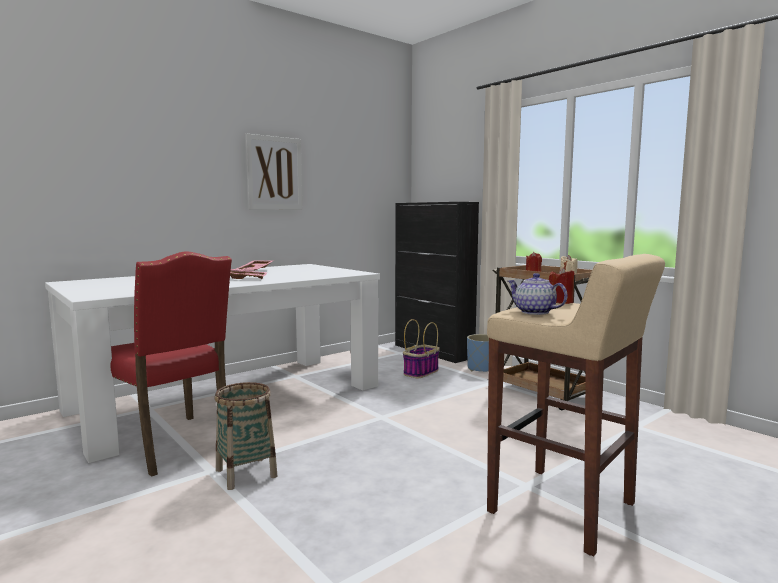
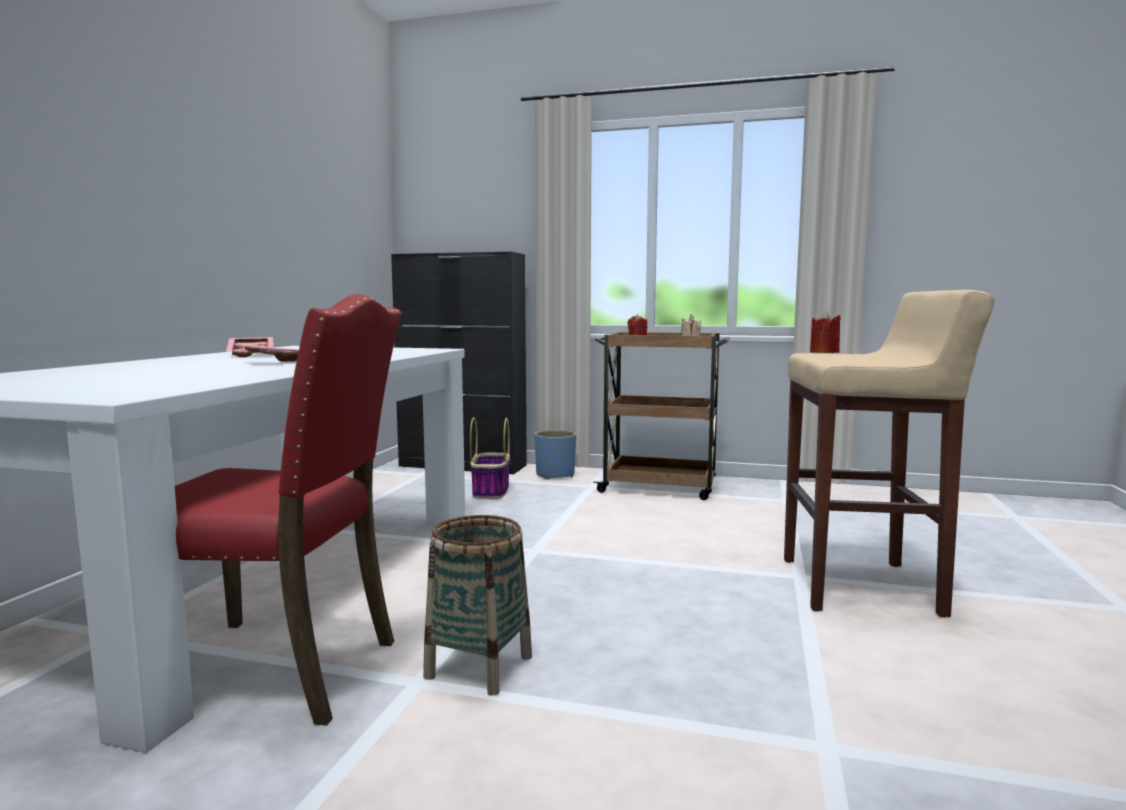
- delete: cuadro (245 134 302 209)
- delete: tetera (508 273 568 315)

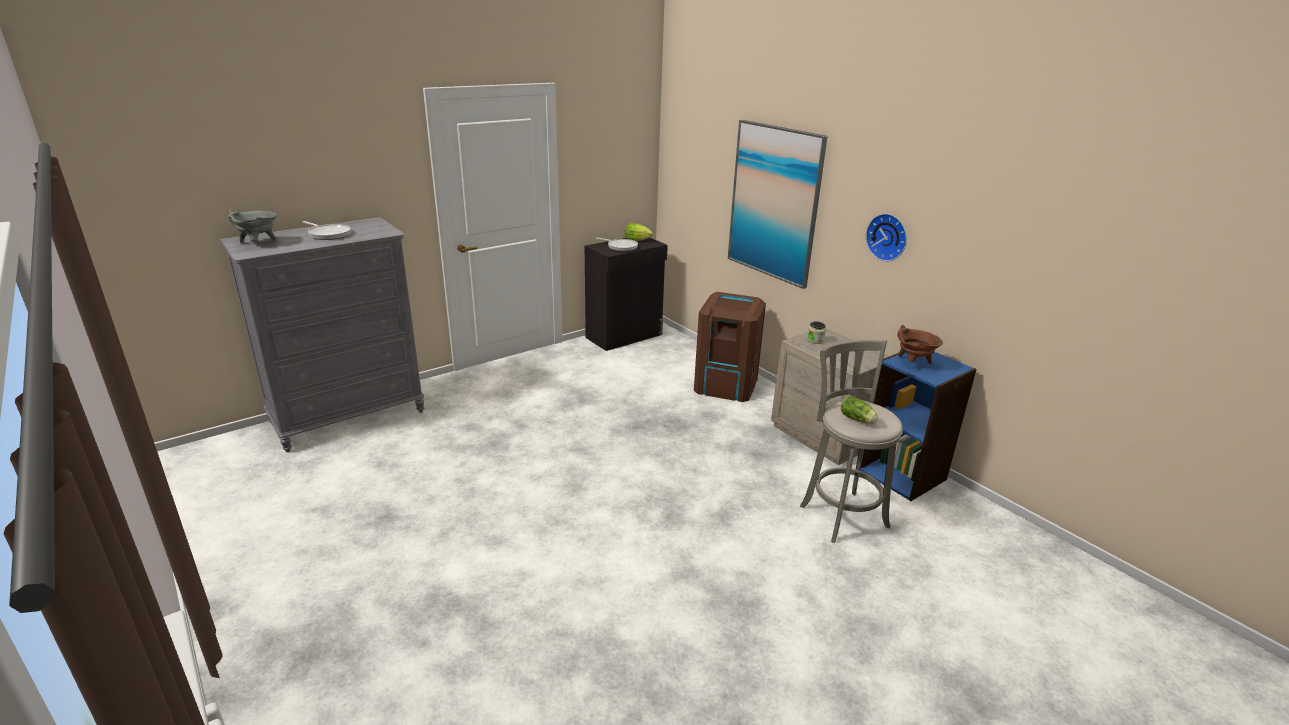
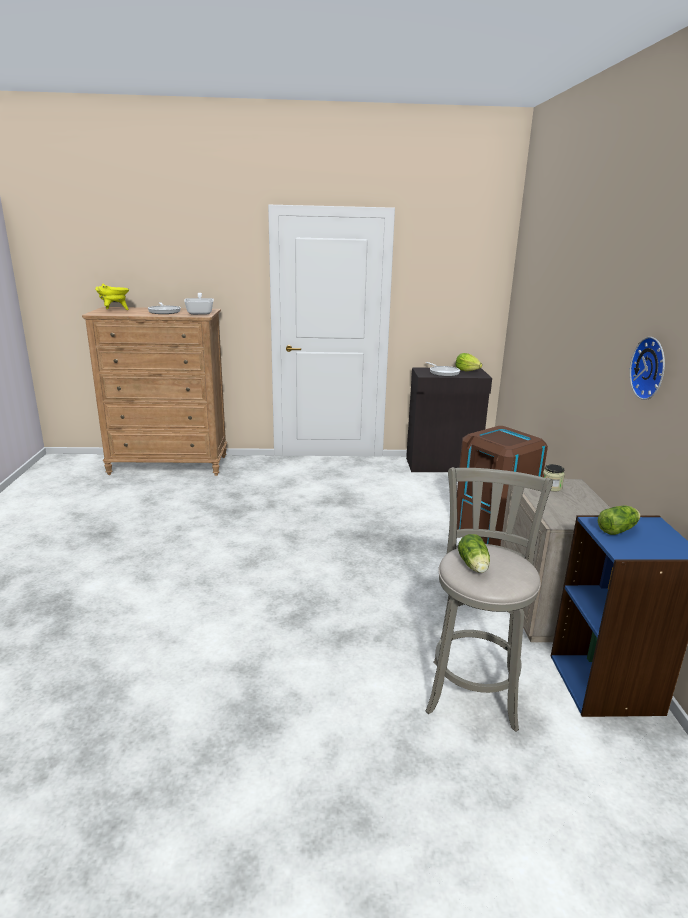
- recolor: cómoda [gris] (220 217 424 452) to cómoda [marrón] (82 307 227 476)
- recolor: olla [gris] (228 210 277 243) to olla [amarillo] (95 283 130 310)
- delete: cuadro (728 120 828 289)
- replace: olla [marrón] (897 325 943 364) to lechuga (598 505 640 535)
- insert: sartén (184 293 214 315)

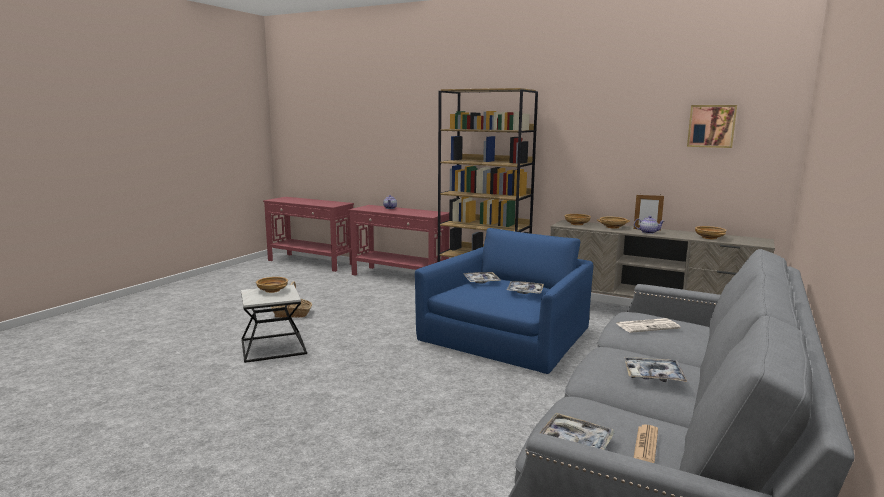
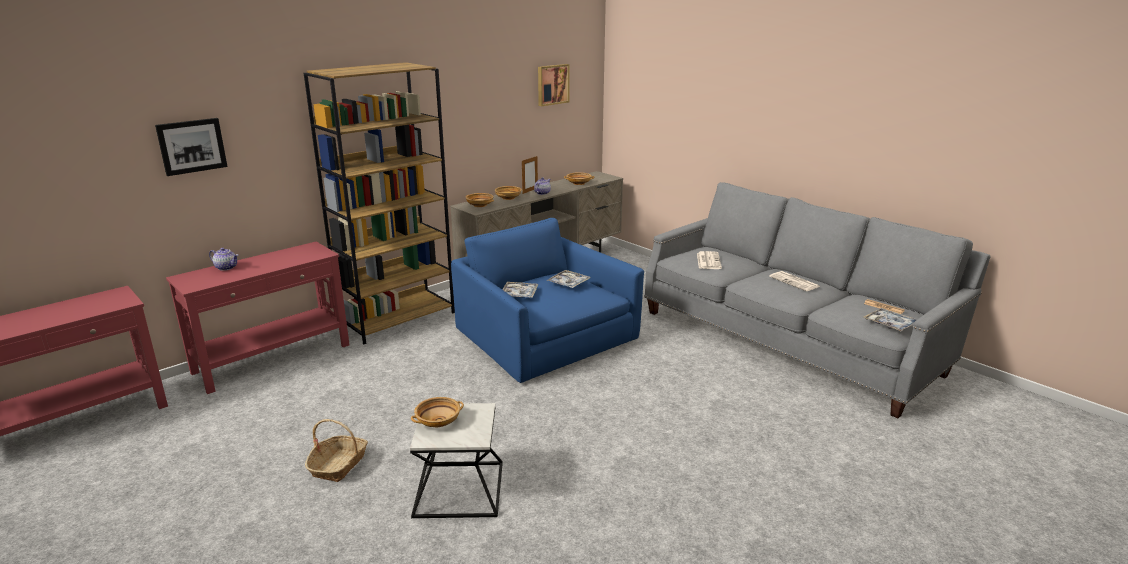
- replace: bandeja (624 357 687 382) to periódico (769 271 820 291)
- insert: cuadro (155 118 228 176)

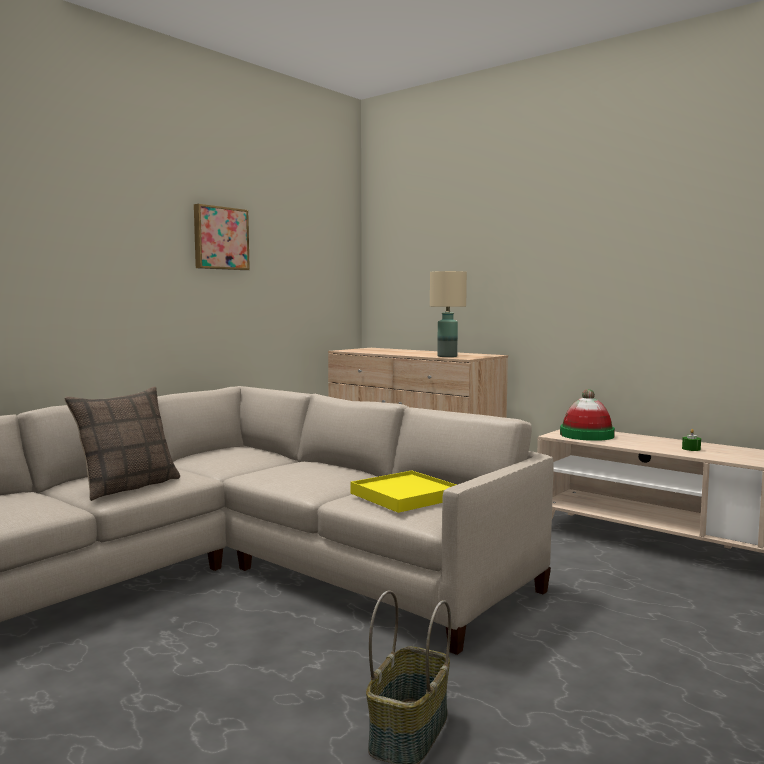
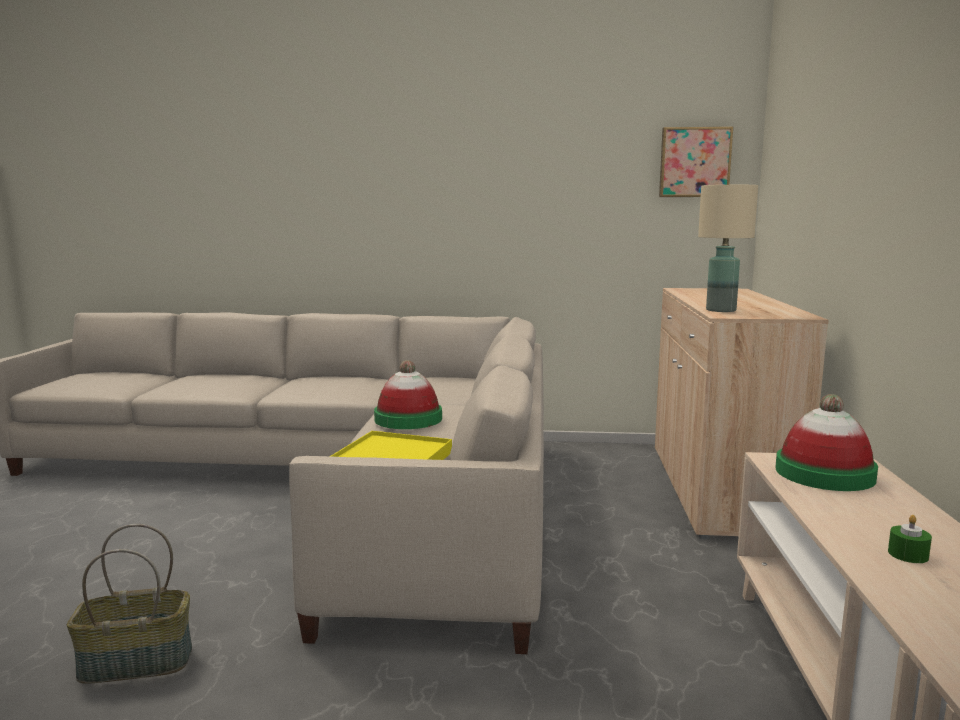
- delete: cojín (64 386 180 501)
- move: cuadro (194 204 250 270) to (659 127 733 197)
- insert: sombrero (374 360 442 429)

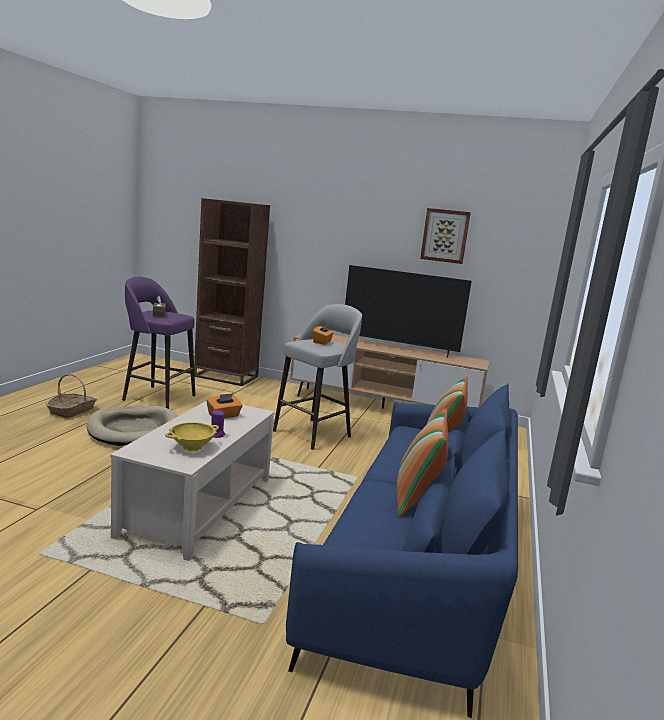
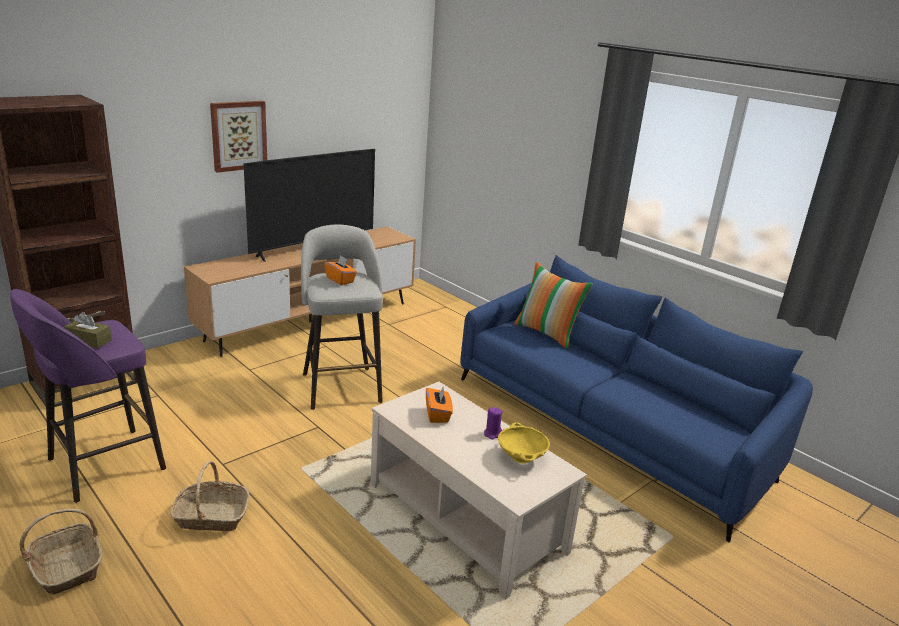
- replace: cama para perro [beis] (86 406 178 446) to cesta (170 461 250 531)
- delete: cojín (397 408 448 518)
- move: cuadro (420 208 471 264) to (210 101 267 173)

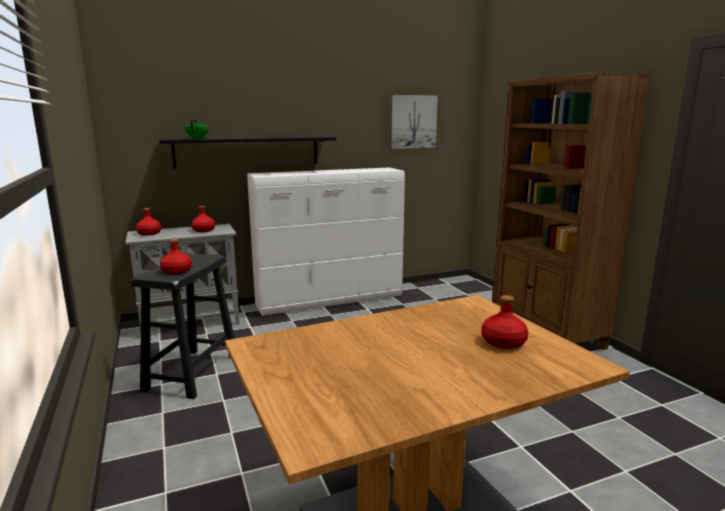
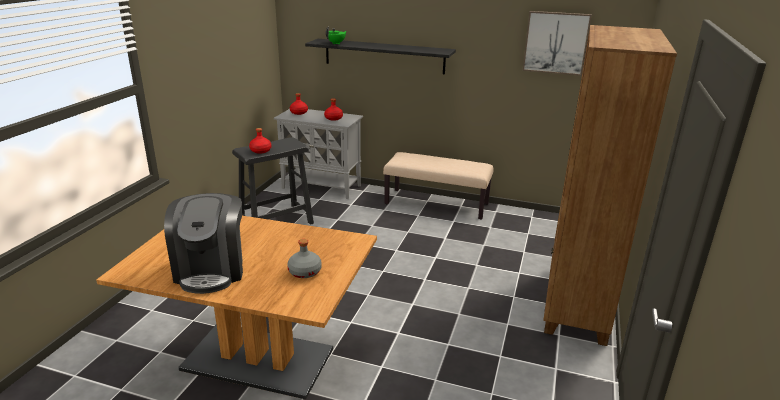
- replace: cómoda [blanco] (247 168 405 316) to banco [beis] (383 152 494 219)
- recolor: botella [rojo] (482 295 529 349) to botella [gris] (287 239 322 278)
- insert: cafetera (164 193 243 294)

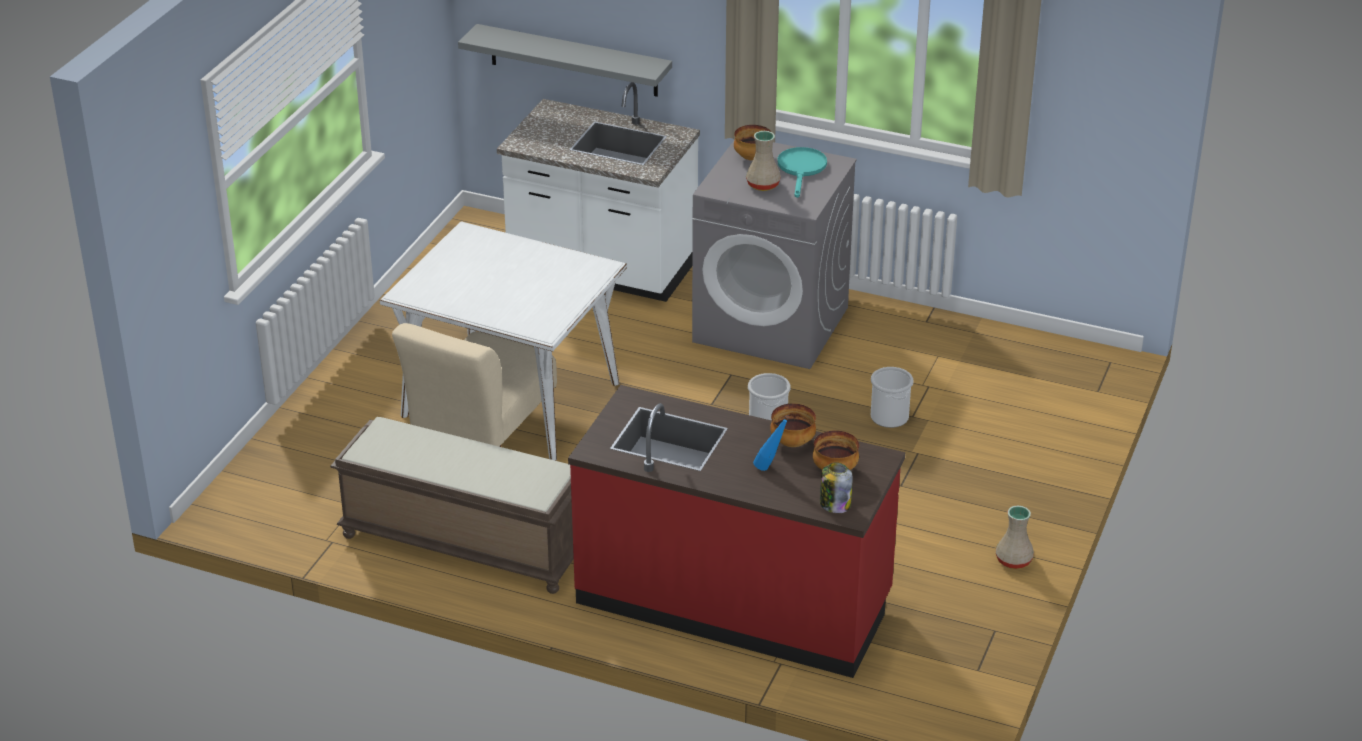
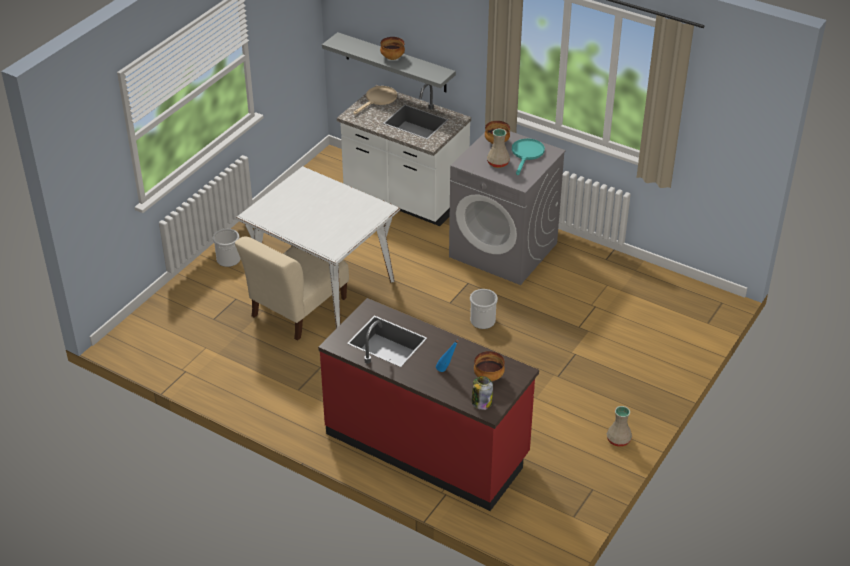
- delete: banco [marrón] (330 417 574 594)
- move: cuenco (770 403 816 447) to (380 37 405 60)
- move: cubo (871 367 913 428) to (213 229 241 267)
- insert: sartén [beis] (353 86 397 114)

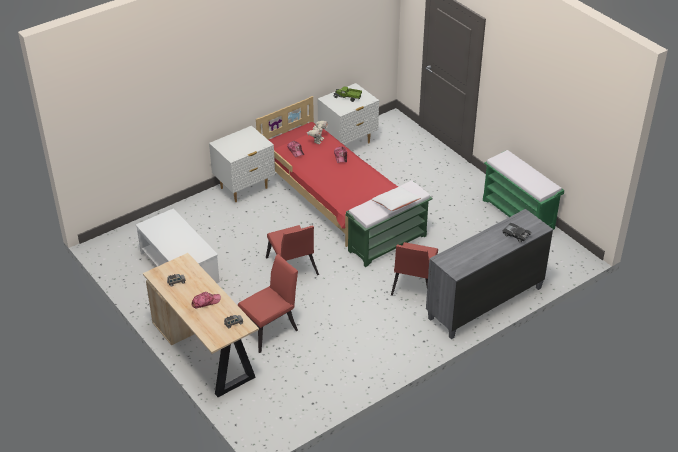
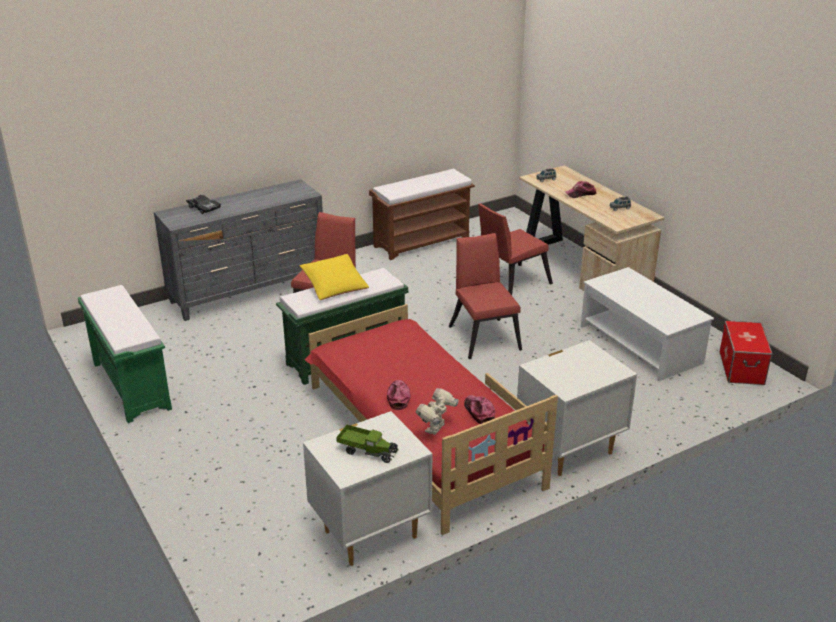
- recolor: cojín [blanco] (371 187 421 211) to cojín [amarillo] (299 254 369 300)
- insert: banco [marrón] (369 169 475 260)
- insert: caja de almacenaje (720 321 773 385)

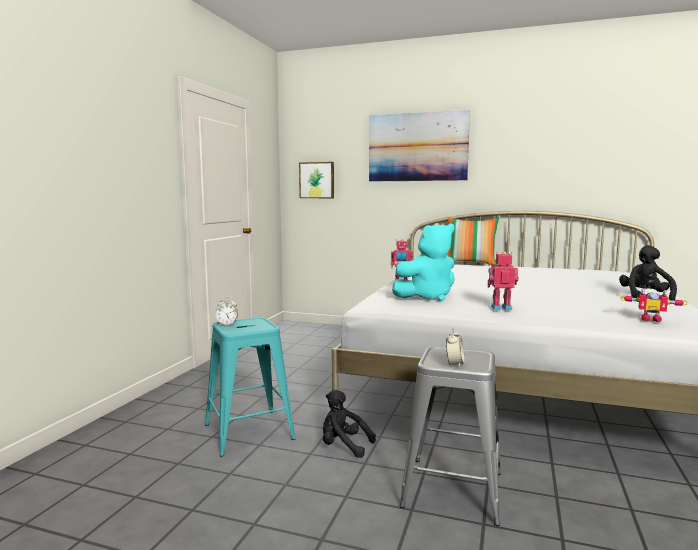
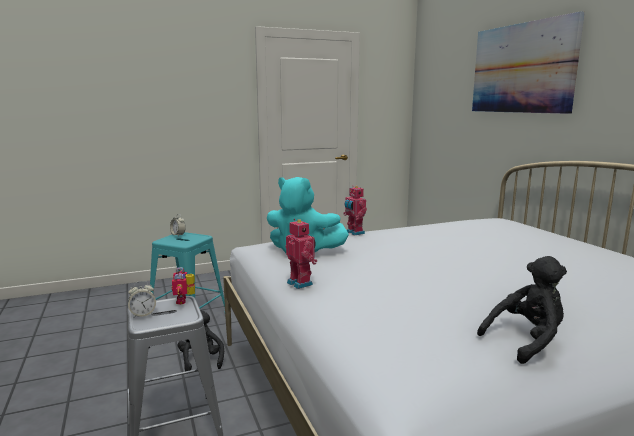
- delete: cuadro (299 162 334 198)
- delete: cojín (447 217 499 265)
- move: robot de juguete (620 288 688 322) to (172 267 195 304)

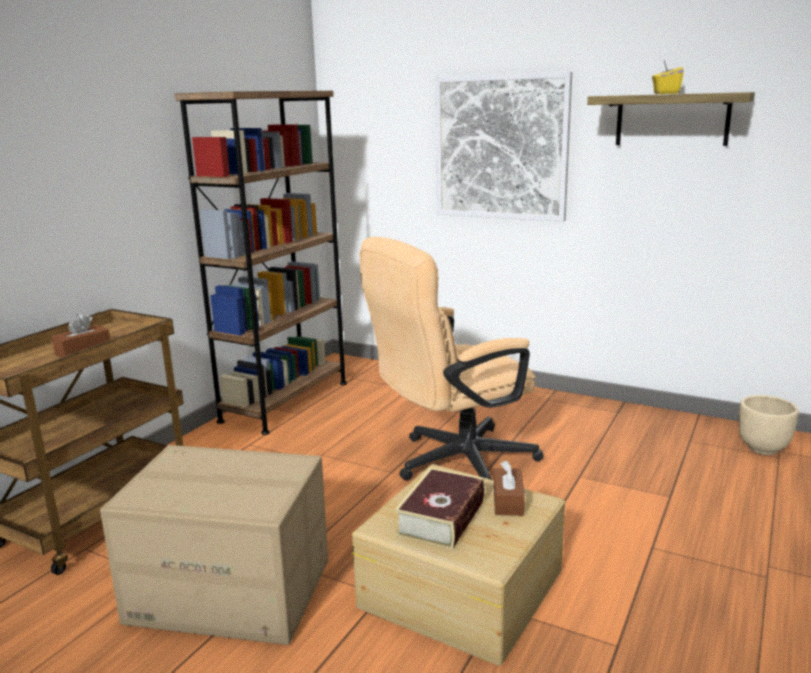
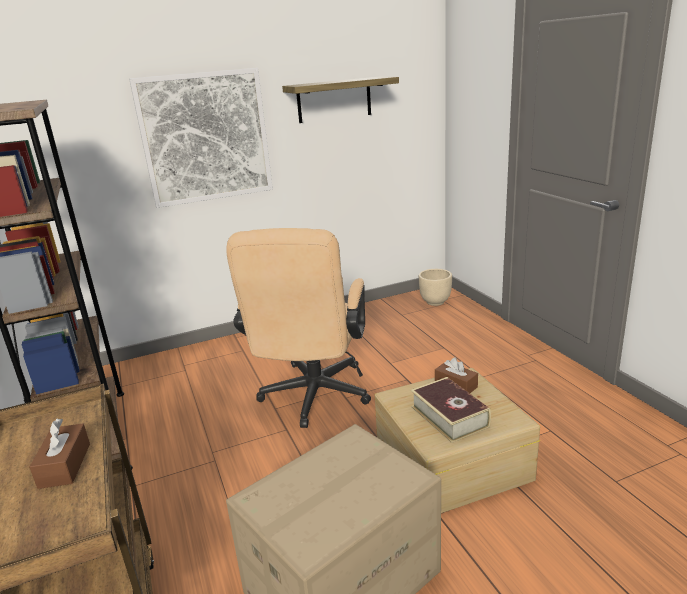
- delete: caja de pañuelos [amarillo] (652 60 684 94)

